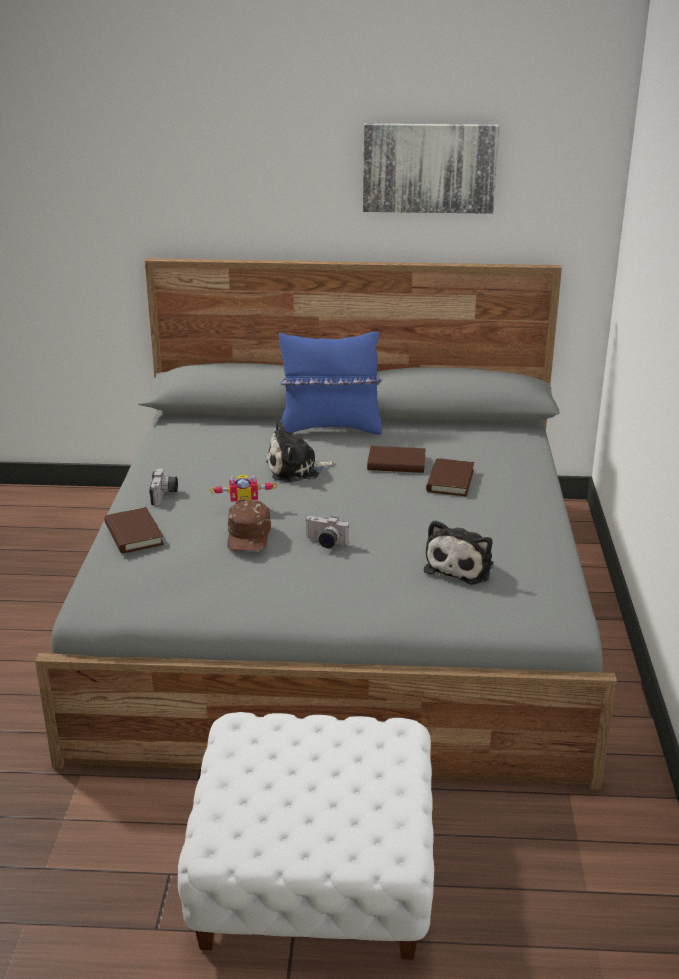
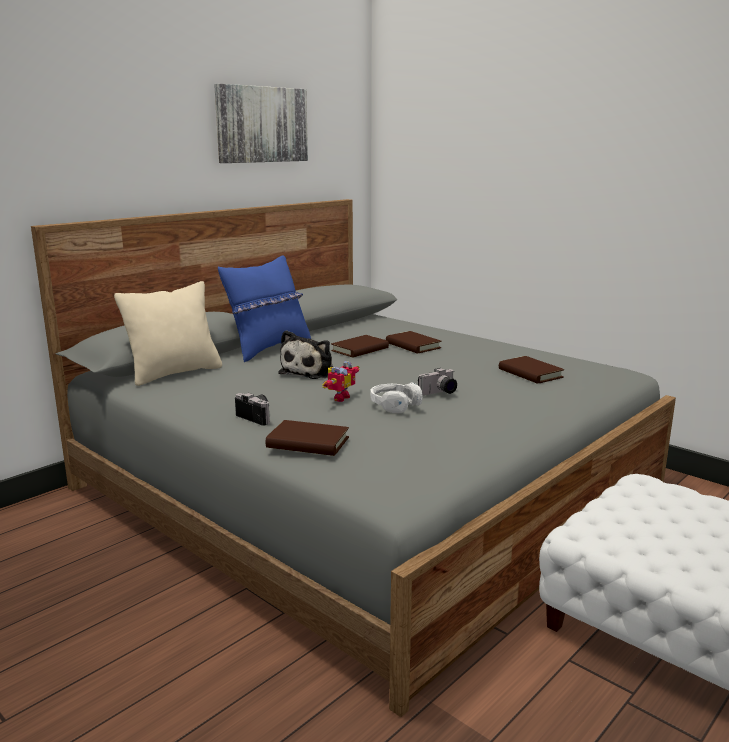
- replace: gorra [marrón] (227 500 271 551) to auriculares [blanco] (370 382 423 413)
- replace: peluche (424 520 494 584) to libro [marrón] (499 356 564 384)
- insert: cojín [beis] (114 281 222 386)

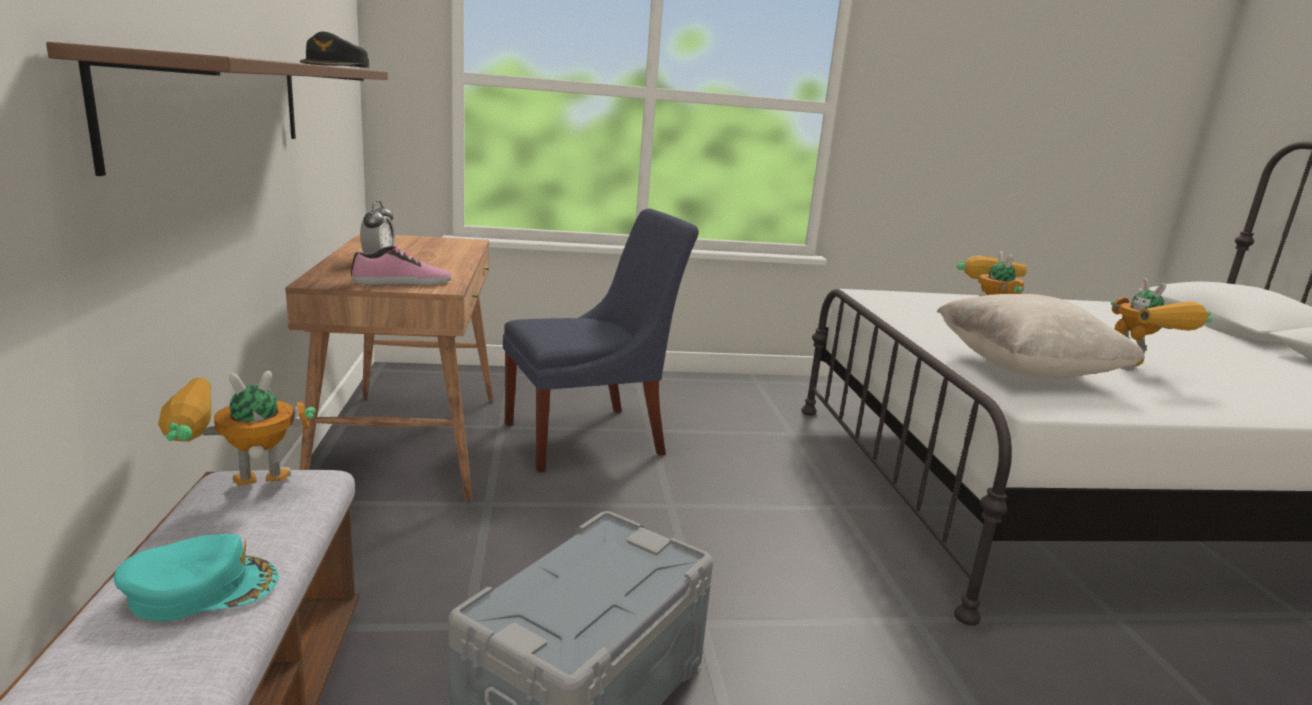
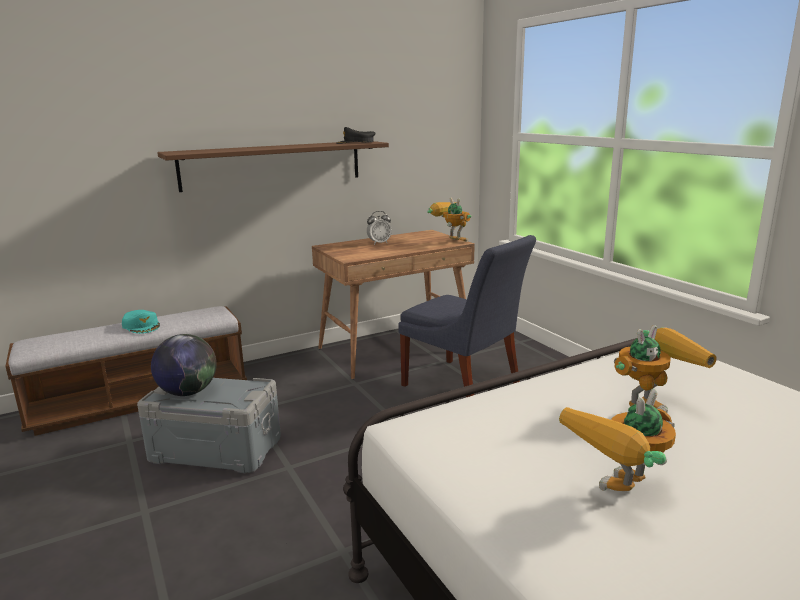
- move: robot de juguete (158 371 316 486) to (427 198 471 242)
- delete: zapato (351 246 452 285)
- delete: cojín [beis] (936 294 1145 378)
- insert: globo terráqueo (151 334 217 396)

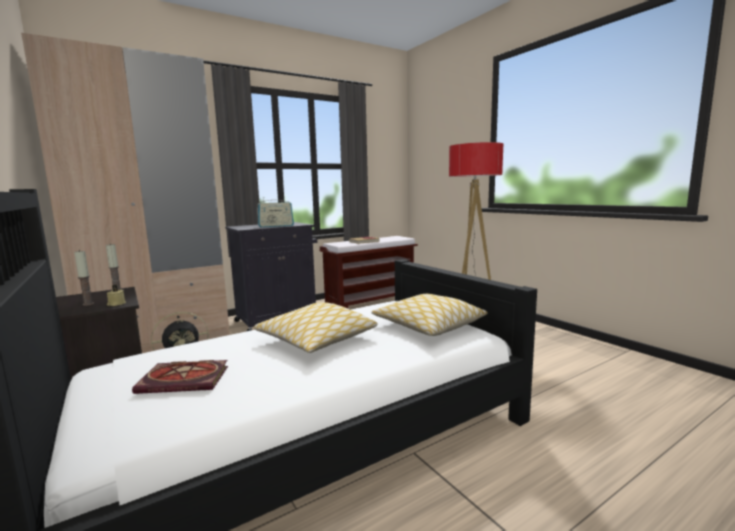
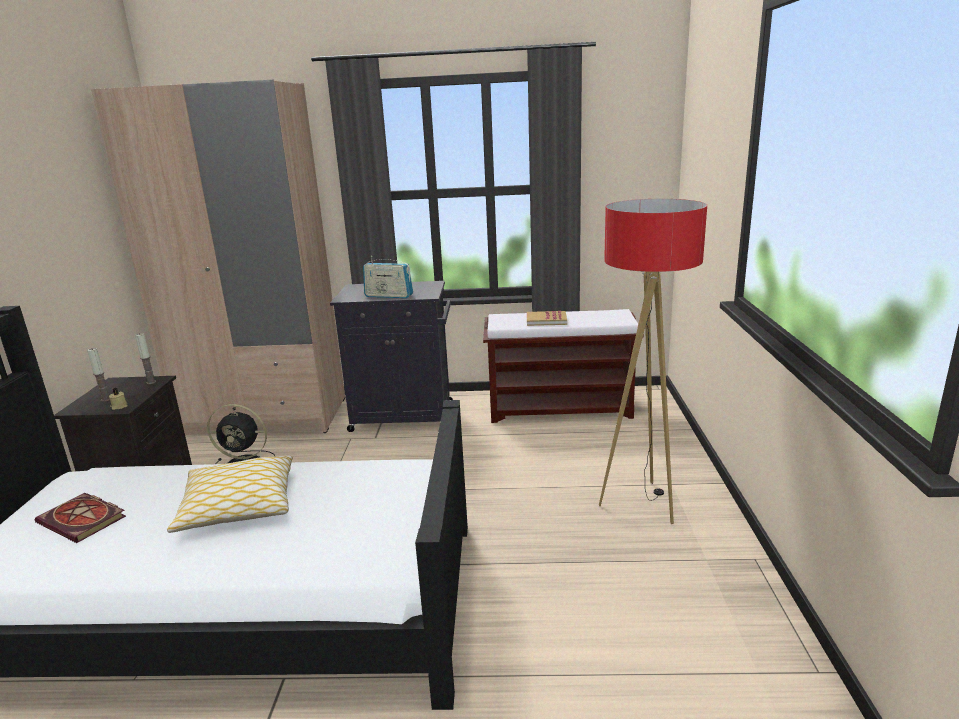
- delete: cojín (371 294 488 336)

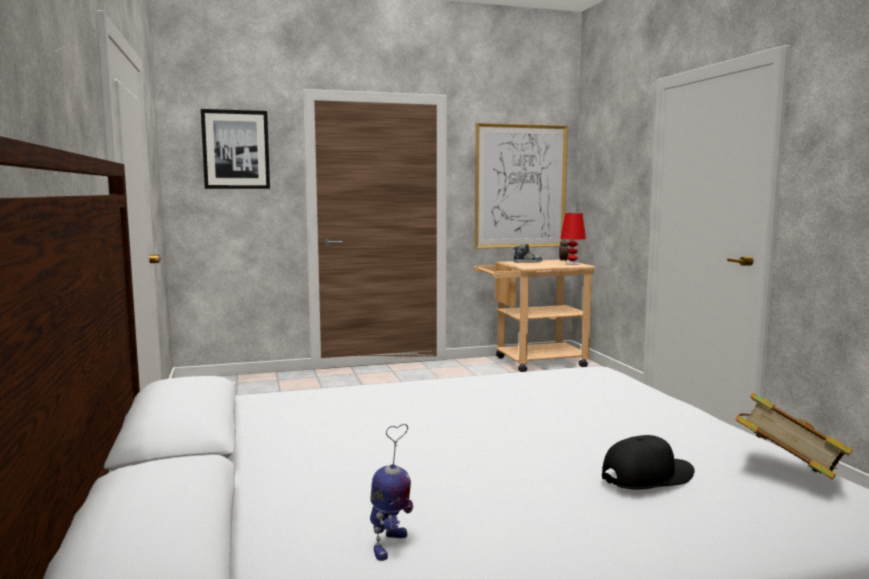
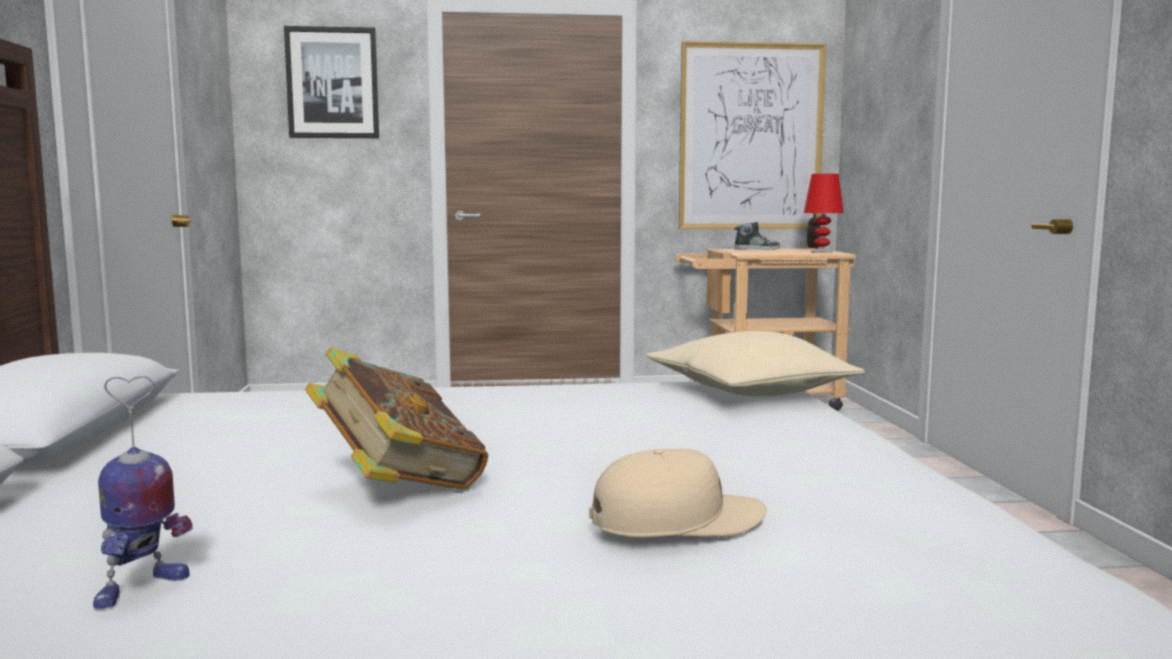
- recolor: gorra [negro] (602 435 695 490) to gorra [beis] (589 449 767 537)
- move: libro (735 392 853 479) to (305 347 488 490)
- insert: cojín [beis] (646 331 865 396)

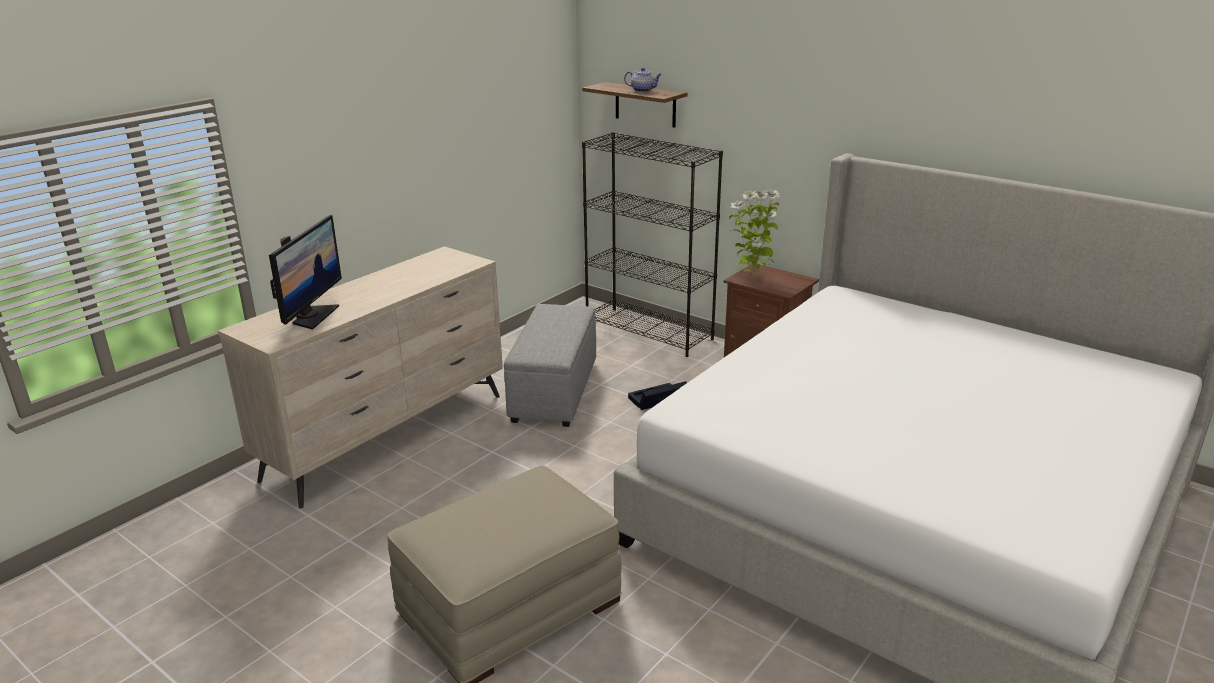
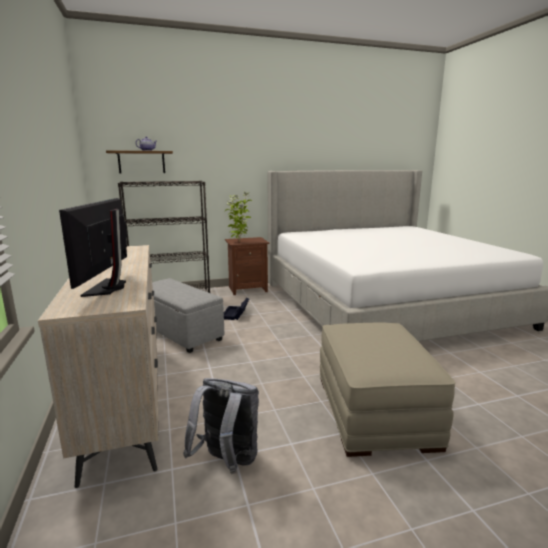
- rotate: monitor (269 215 342 330) = (59 198 128 297) 135 degrees counterclockwise
- insert: mochila [gris] (183 378 259 474)

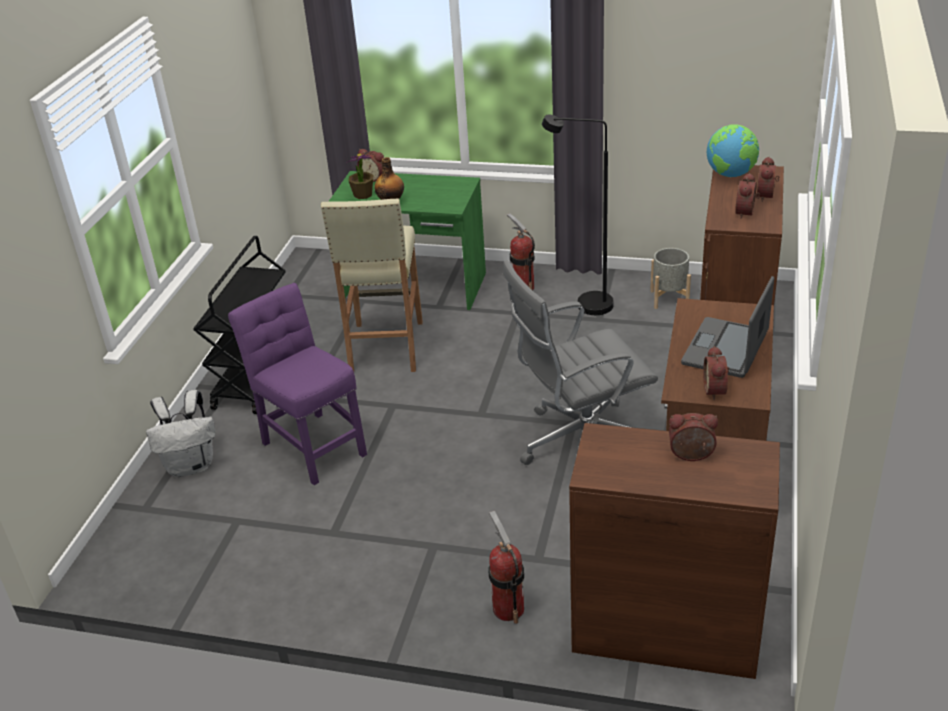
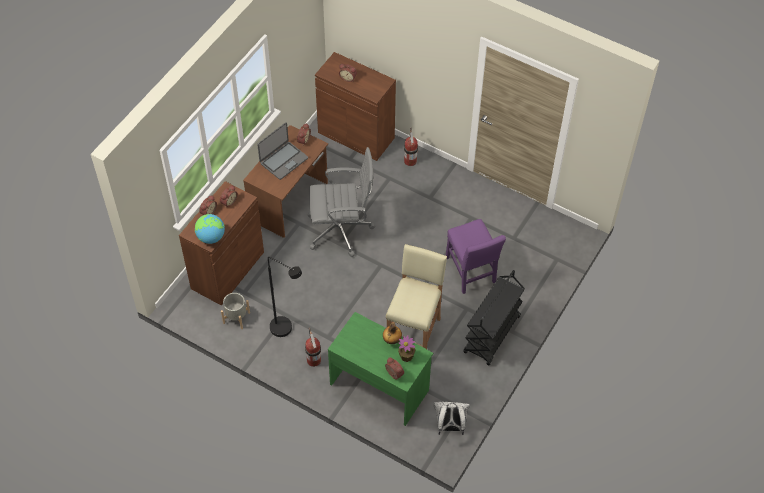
- move: mochila [blanco] (146 390 215 477) to (434 402 470 435)

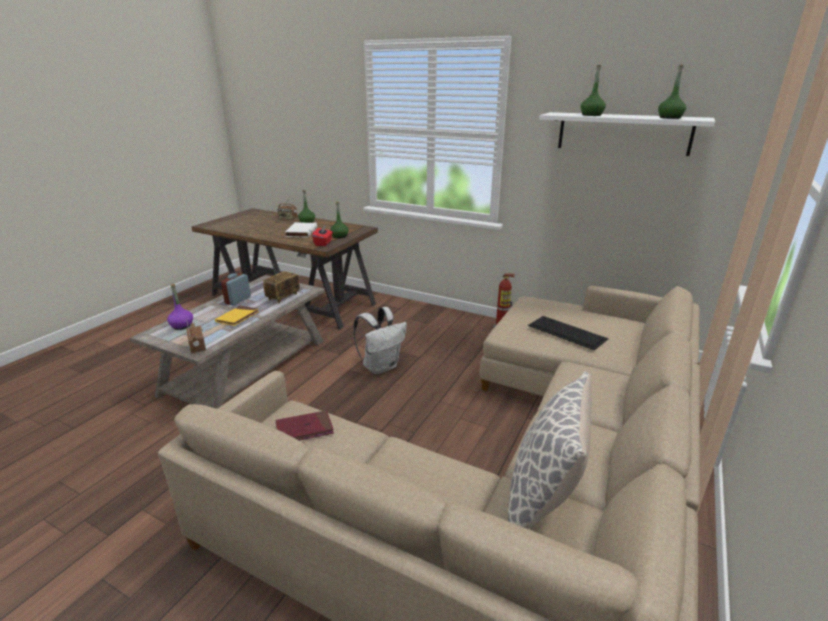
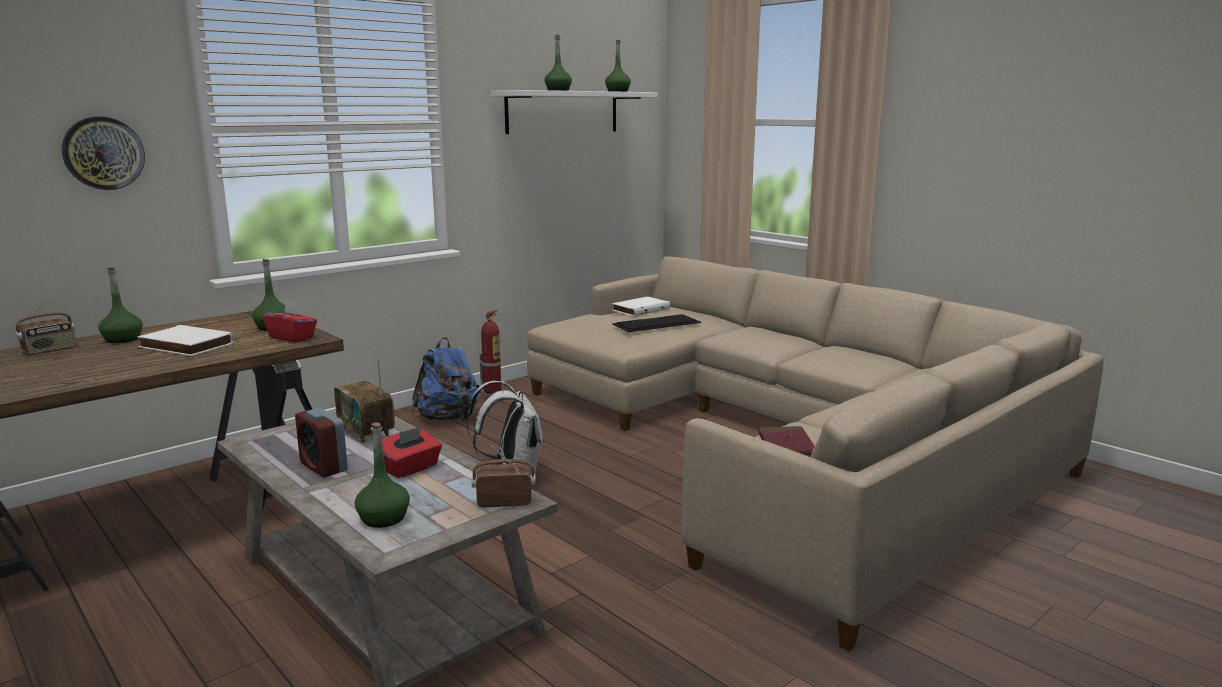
- recolor: botella [morado] (167 284 193 330) to botella [verde] (355 422 410 528)
- replace: libro [amarillo] (215 306 259 326) to caja de pañuelos [rojo] (382 426 442 479)
- delete: cojín (508 372 592 529)
- insert: reloj de pared (62 117 145 190)
- insert: mochila [azul] (412 337 480 420)
- insert: libro [blanco] (612 296 670 317)

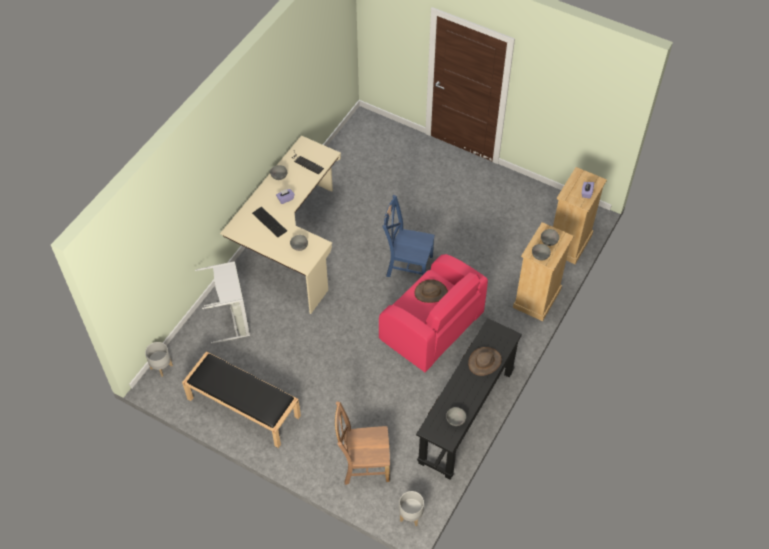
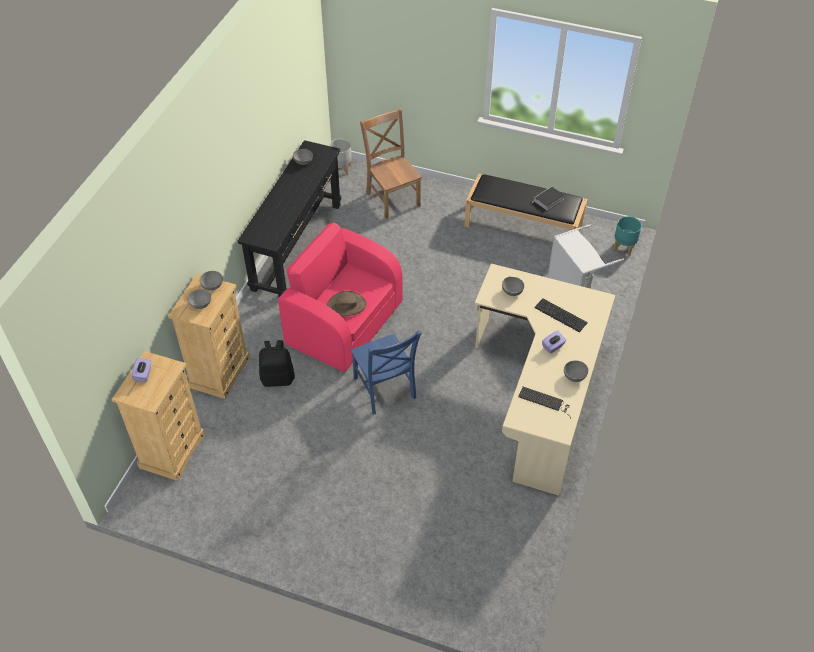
- recolor: maceta [gris] (145 342 173 377) to maceta [turquesa] (613 216 642 256)
- rotate: silla [marrón] (335 401 390 485) = (360 108 422 219) 105 degrees counterclockwise
- rotate: silla [azul] (383 195 435 277) = (351 330 421 415) 60 degrees clockwise
- delete: sombrero [marrón] (468 347 502 376)
- insert: mochila [negro] (259 340 295 387)
- insert: libro (531 186 565 210)

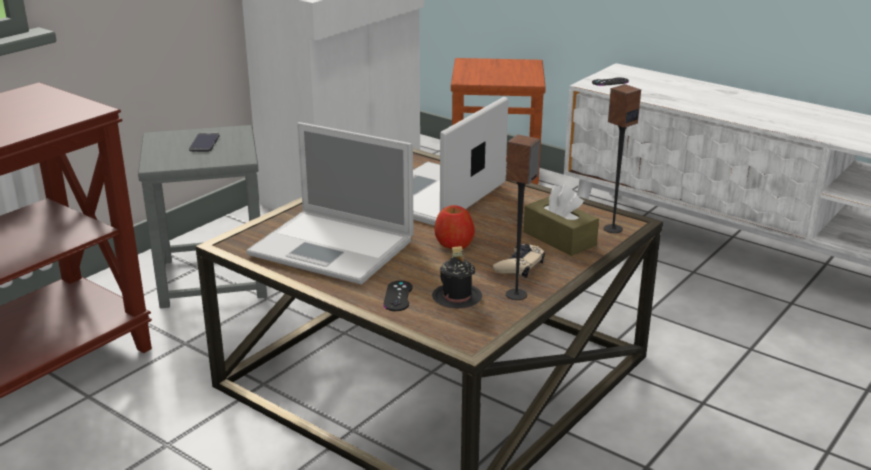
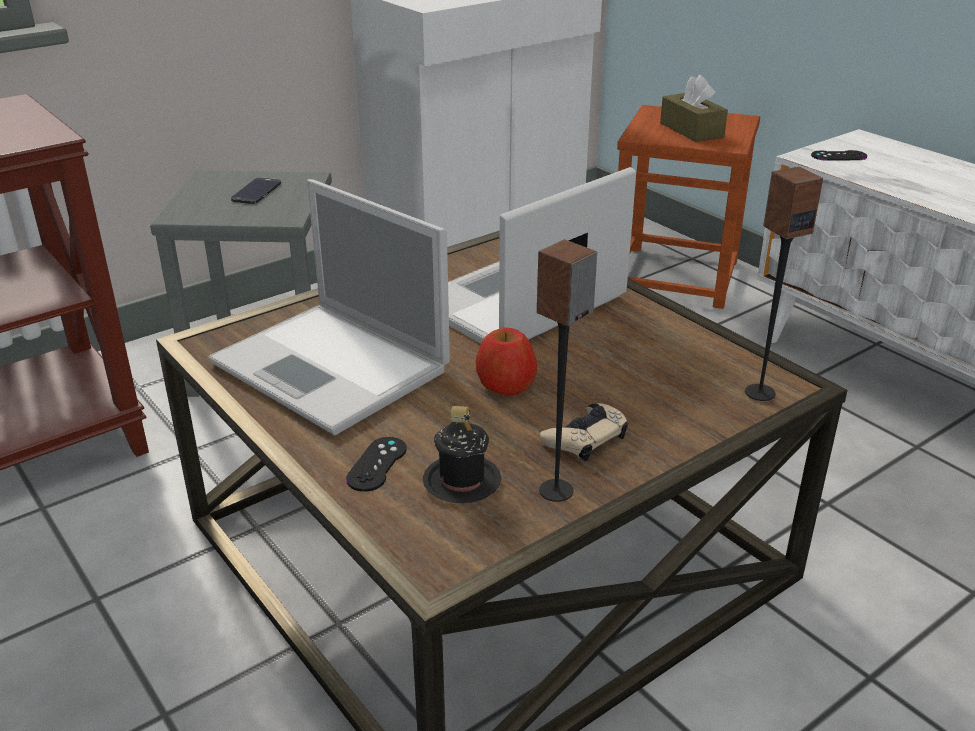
- move: caja de pañuelos [marrón] (523 184 599 256) to (660 75 728 142)

